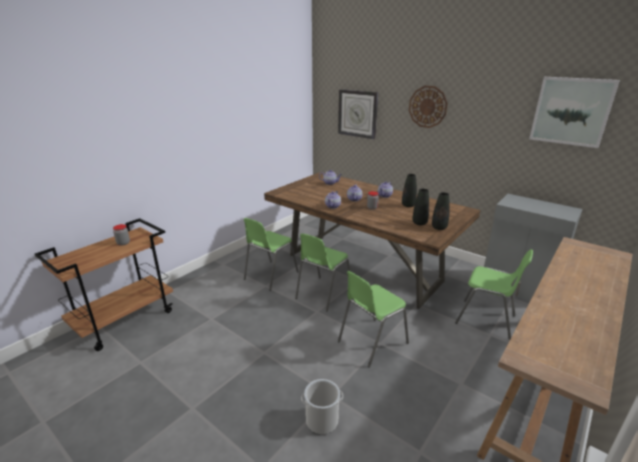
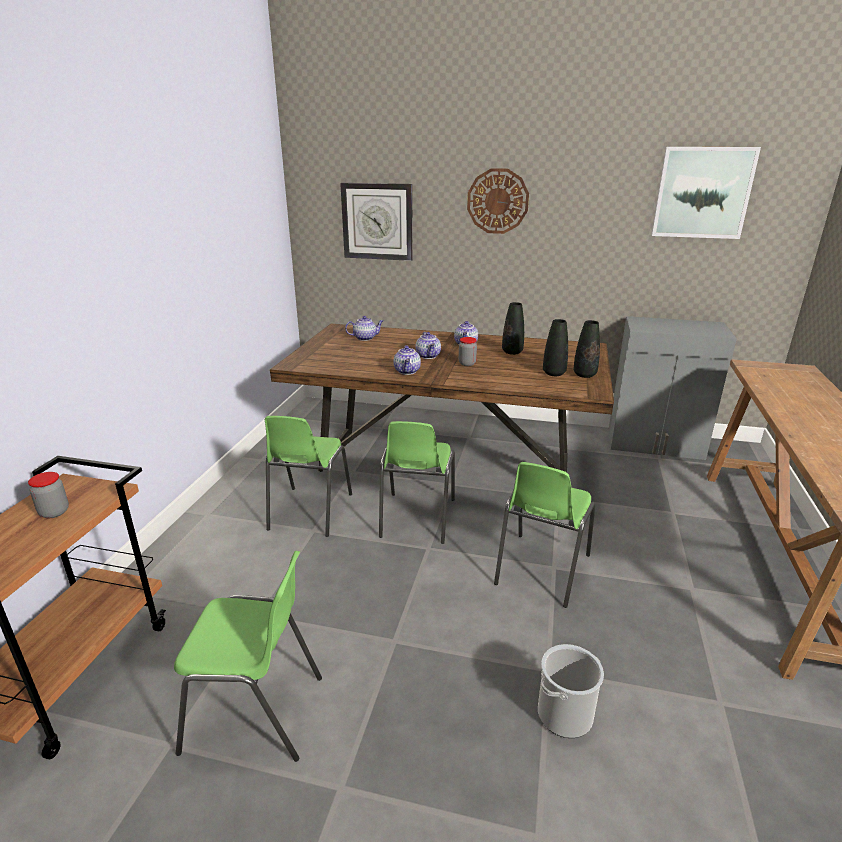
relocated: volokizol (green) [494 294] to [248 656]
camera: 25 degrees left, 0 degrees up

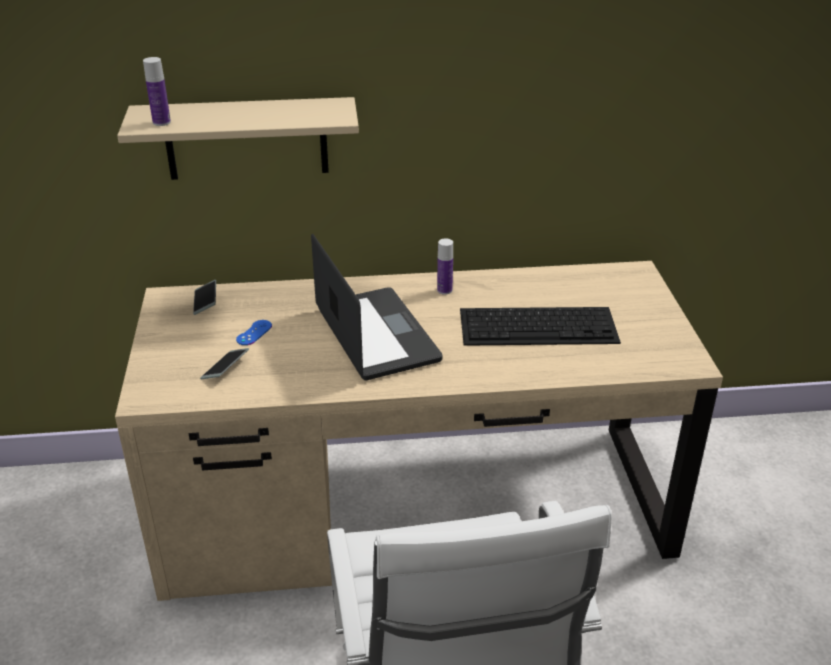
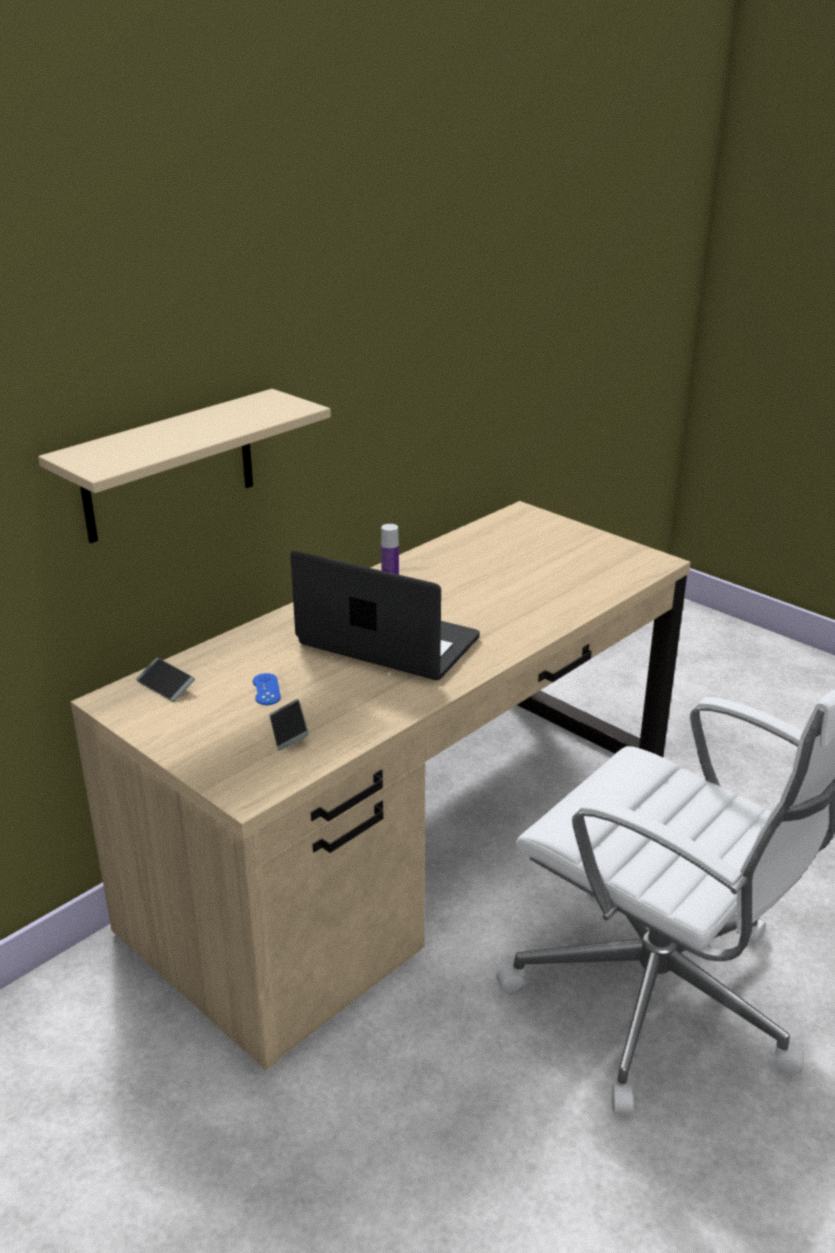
missing: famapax [157 91]; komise [540 326]
camera: 40 degrees left, 5 degrees down

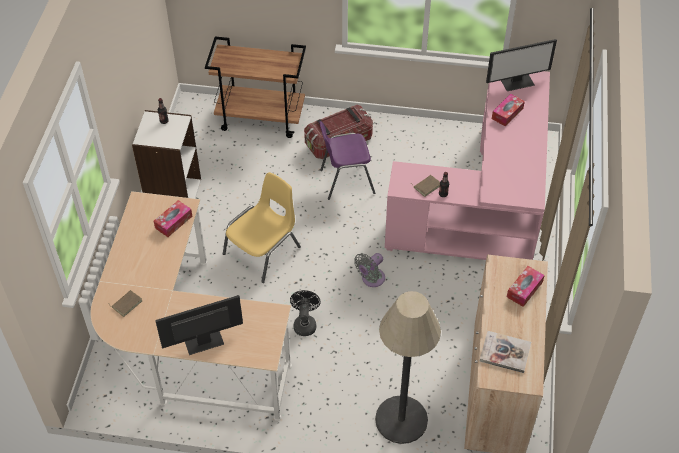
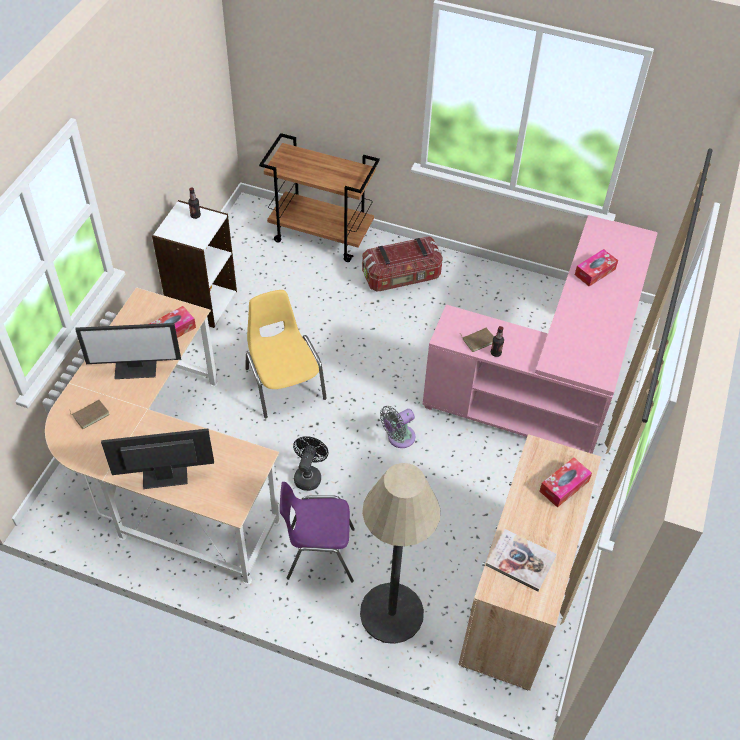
relocated: volokizol (purple) [347 160] to [317 532]; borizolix [521 65] to [128 351]
spun: volokizol (yellow) [262 227] = [286 354] 75 degrees counterclockwise
camera: 10 degrees right, 0 degrees up

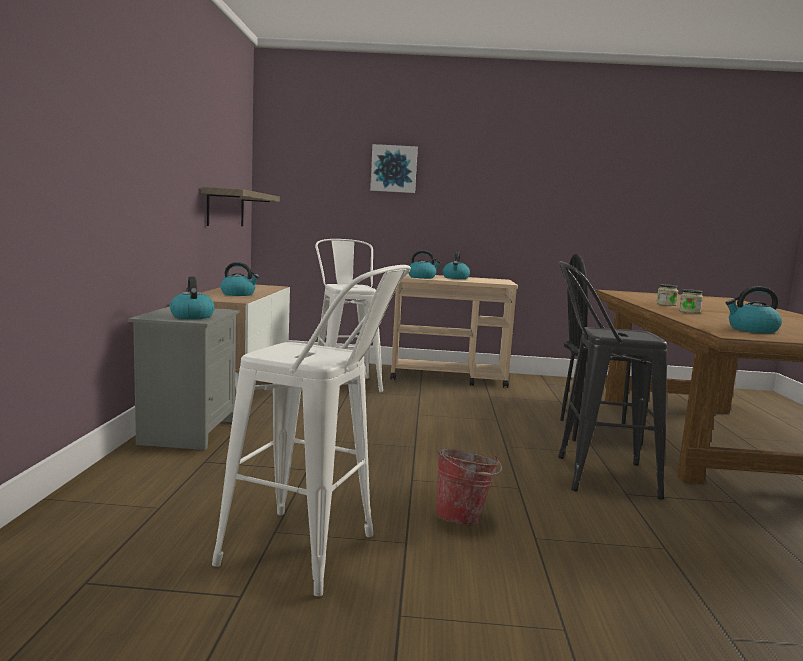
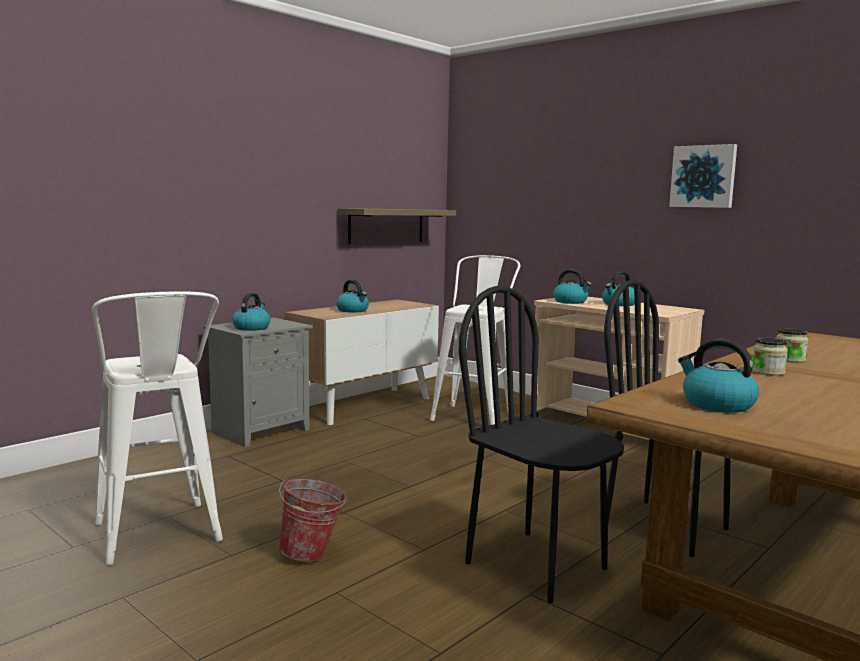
relocated: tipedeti [394 168] to [703 176]
exchanged: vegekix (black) [612 380] to volokizol (black) [541 444]
camera: 40 degrees right, 0 degrees up

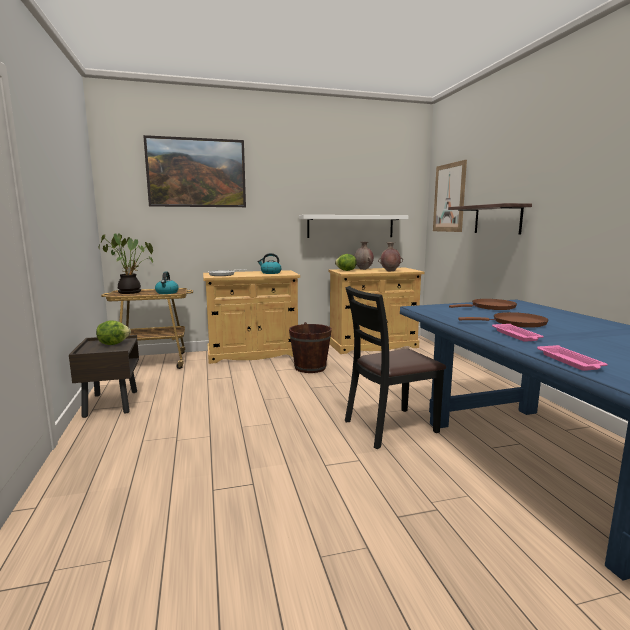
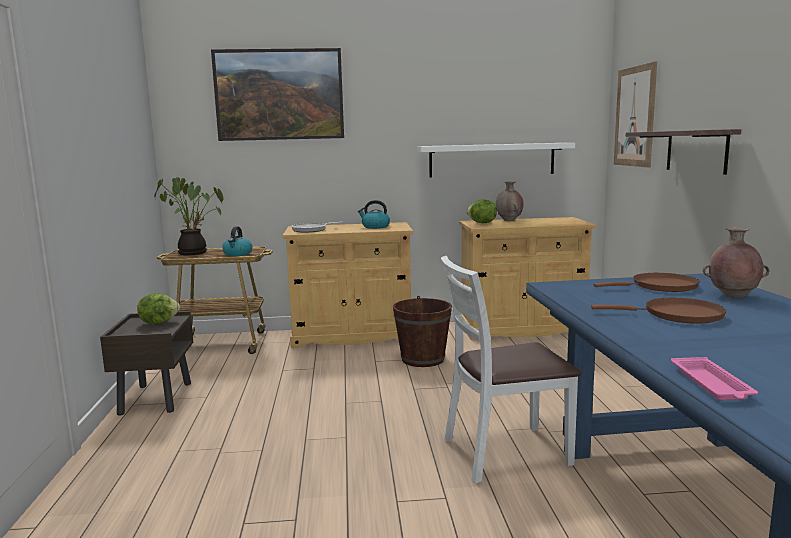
missing: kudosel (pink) [518 333]
relocated: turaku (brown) [390 256] to [736 262]
colour: volokizol (black) [395 367] to volokizol (white) [511 370]
camera: 10 degrees right, 0 degrees up

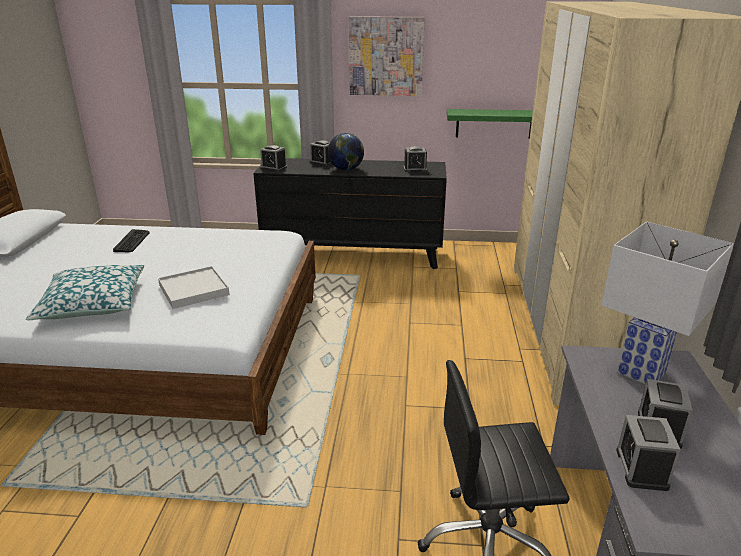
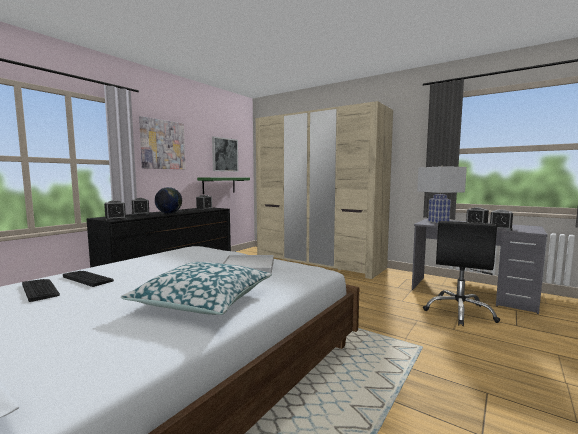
appeared: komise [41 290]; tipedeti [225 154]
camera: 60 degrees left, 20 degrees down

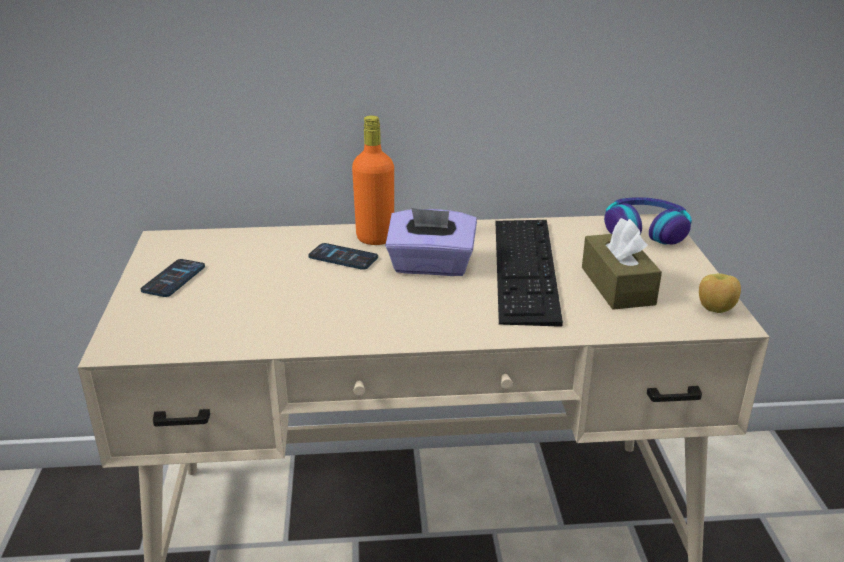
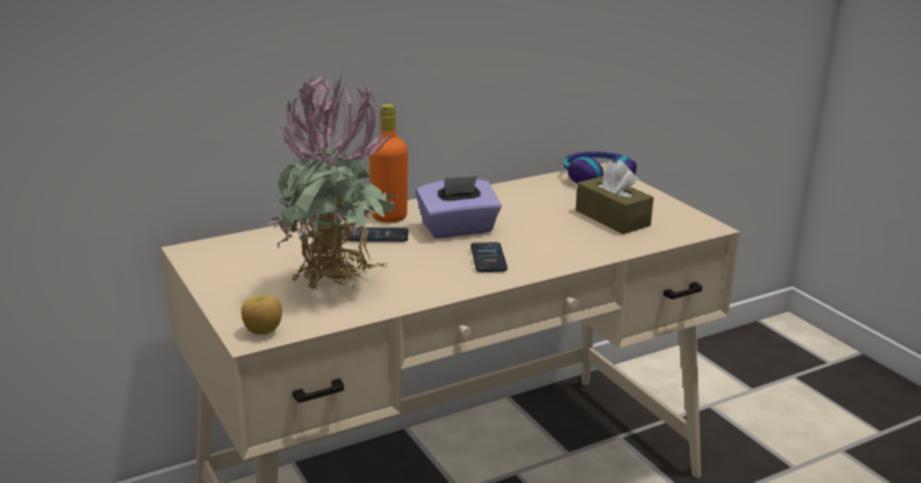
missing: komise [529 273]
appeared: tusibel [334 180]
relocated: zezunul [173 278] to [489 257]; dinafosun [720 293] to [261 315]
camera: 25 degrees left, 5 degrees down

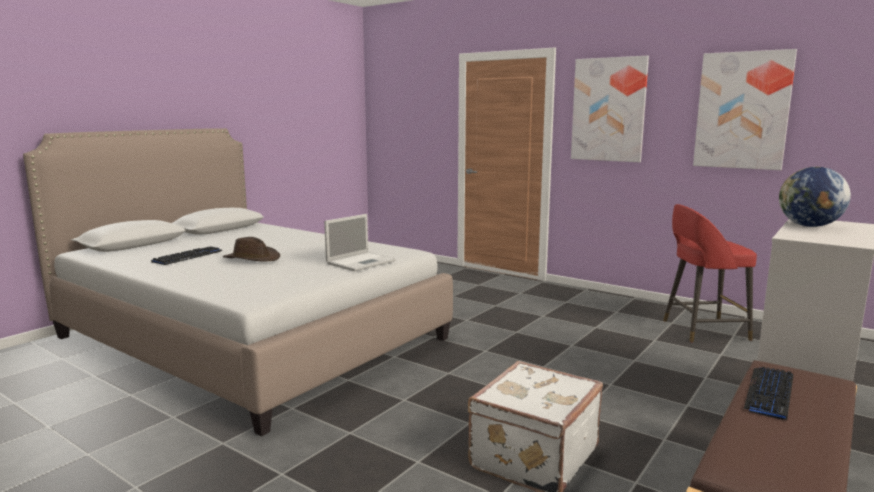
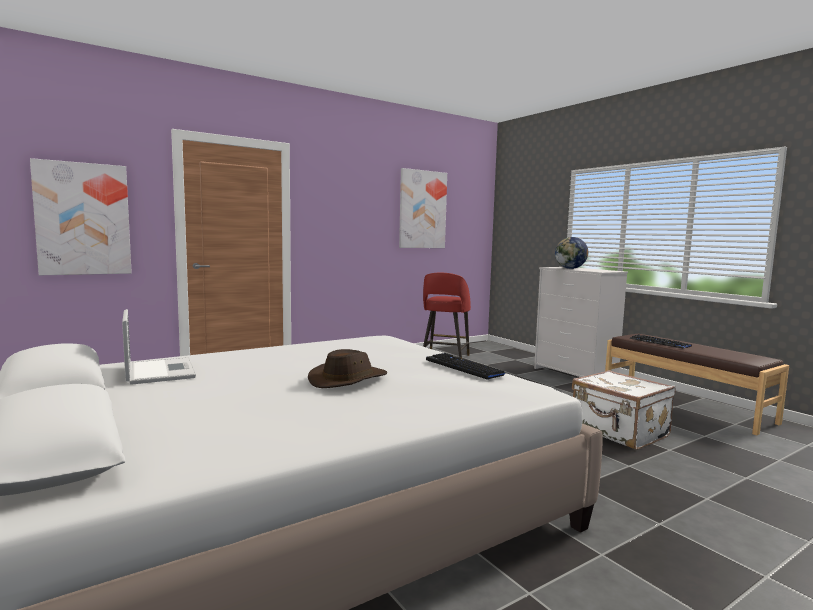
relocated: komise [187 255] to [465 366]; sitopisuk [360 242] to [159 347]; tipedeti [610 109] to [81 216]
camera: 70 degrees left, 5 degrees down

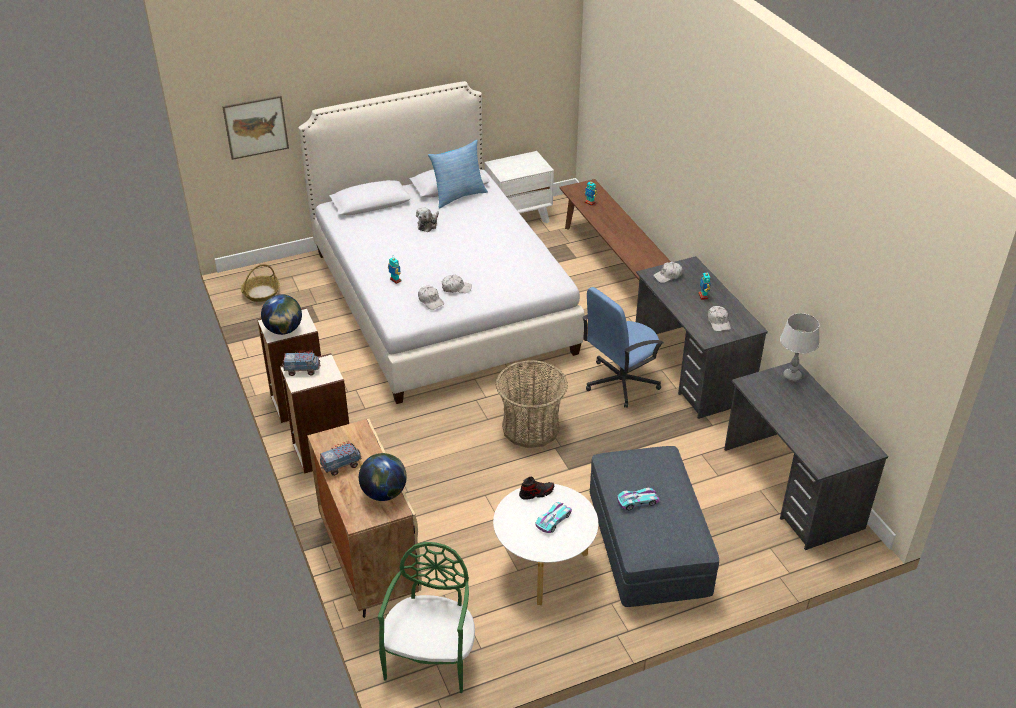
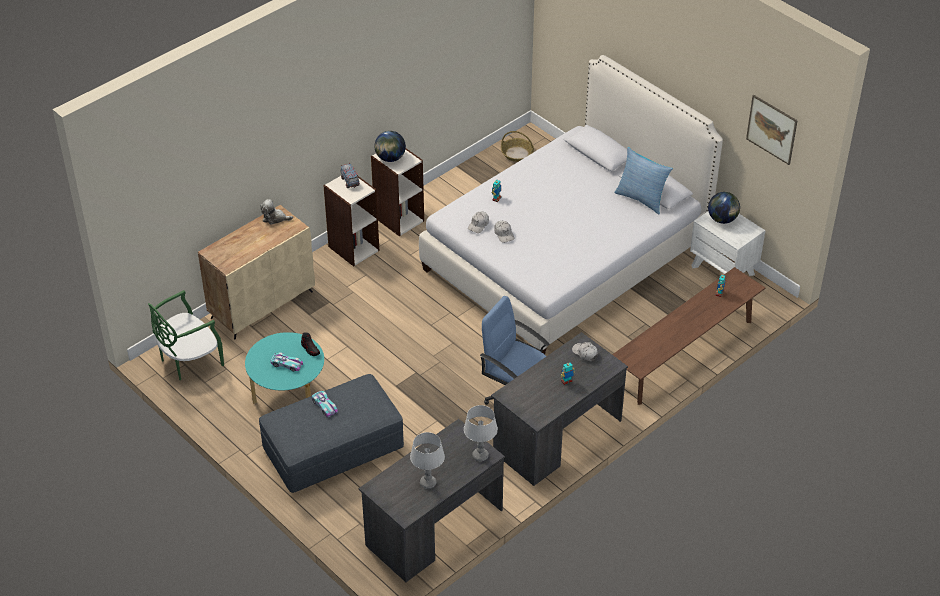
missing: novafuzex [340 458]; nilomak [532 404]; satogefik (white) [719 318]
appeared: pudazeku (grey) [427 460]
relocated: tipedeti [255 127] to [772 130]; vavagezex [383 477] to [724 208]; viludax [427 219] to [276 212]
colour: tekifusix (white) [545 544] to tekifusix (turquoise) [284 368]
spun: volokizol (green) [426 617] = [186 335] 150 degrees clockwise
camera: 70 degrees right, 5 degrees up

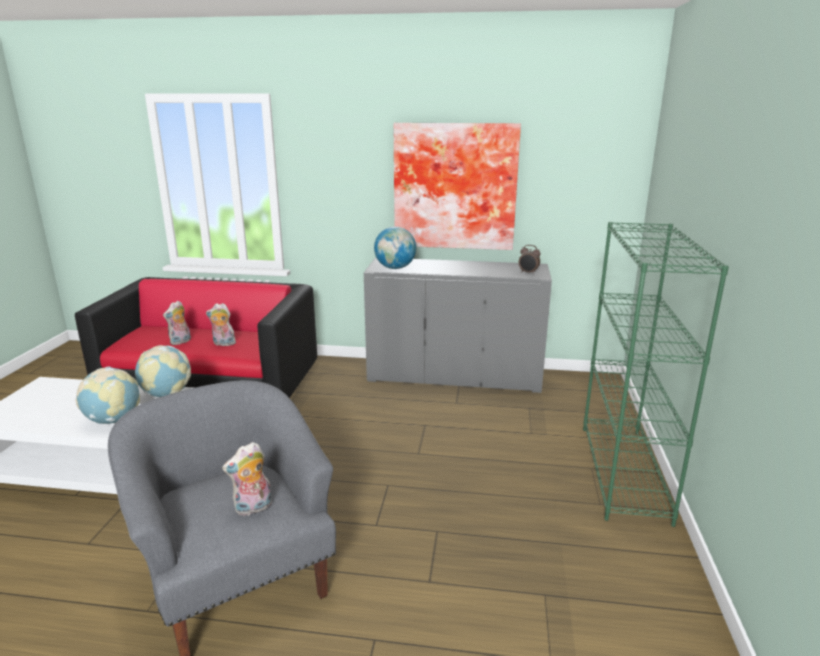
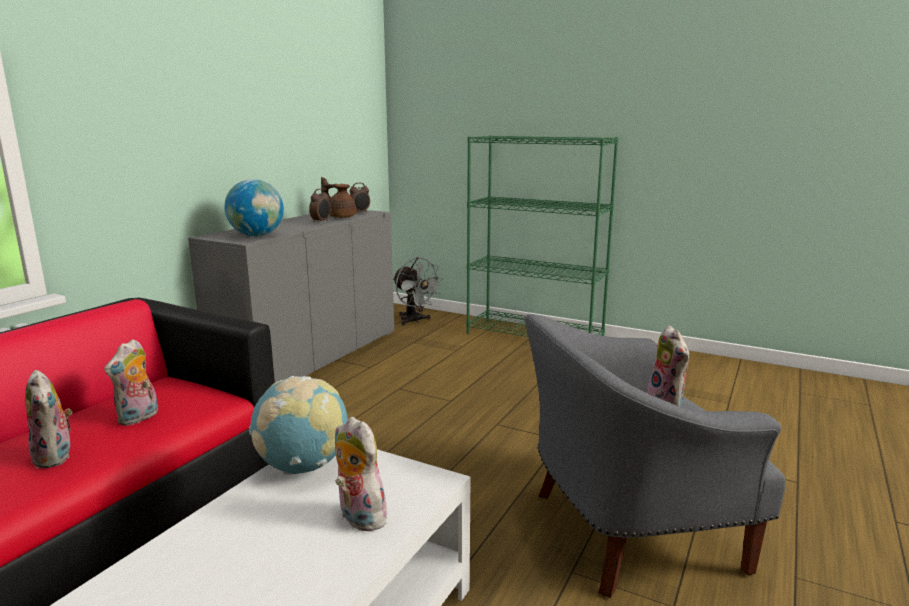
missing: tipedeti [457 186]
appeared: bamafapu [319 206]; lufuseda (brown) [339 197]; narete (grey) [418 291]
exchanged: vavagezex [108 395] to viludax [361 474]
camera: 70 degrees left, 5 degrees down

